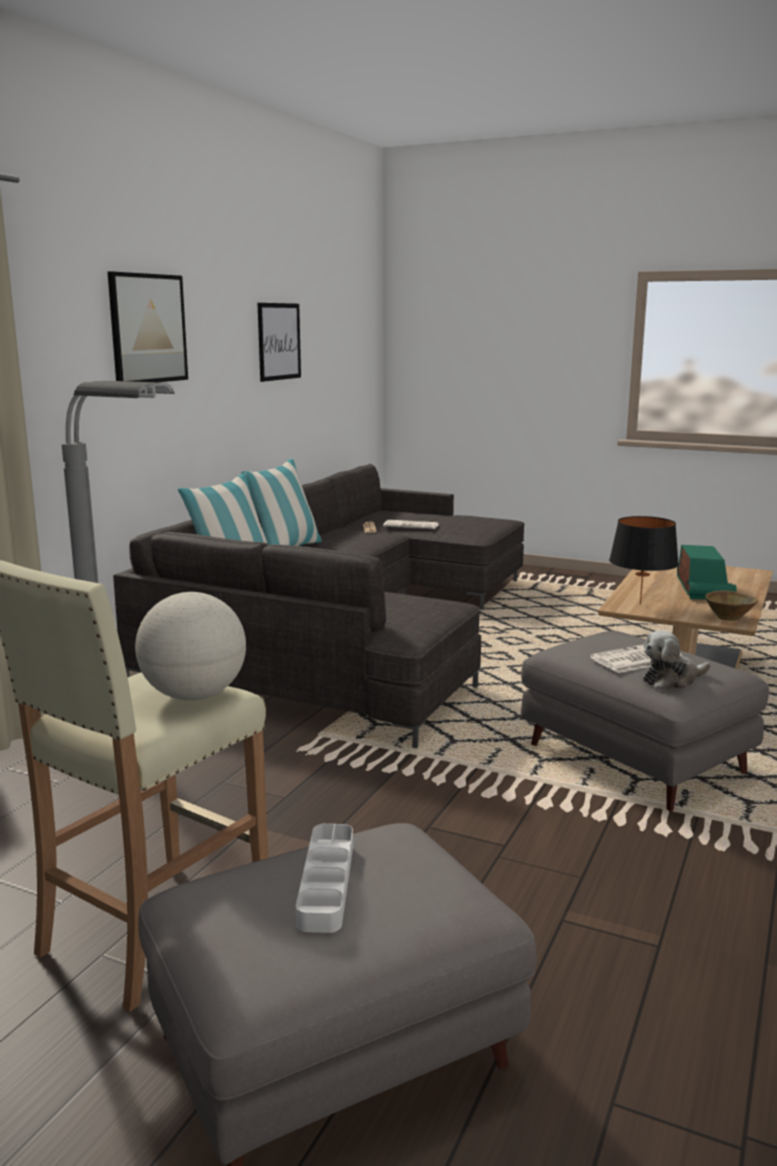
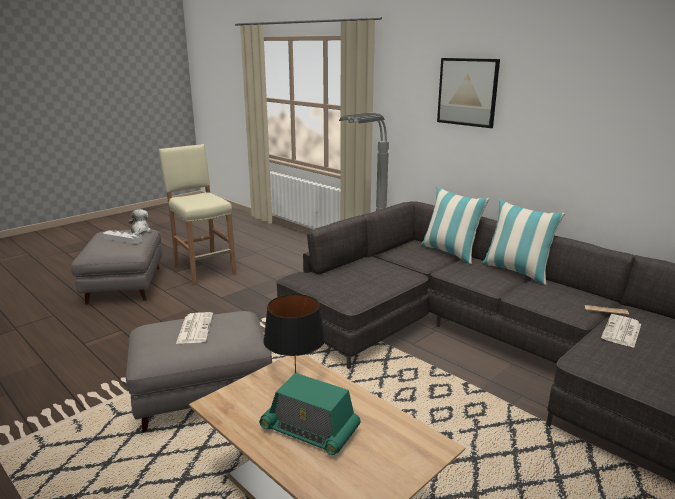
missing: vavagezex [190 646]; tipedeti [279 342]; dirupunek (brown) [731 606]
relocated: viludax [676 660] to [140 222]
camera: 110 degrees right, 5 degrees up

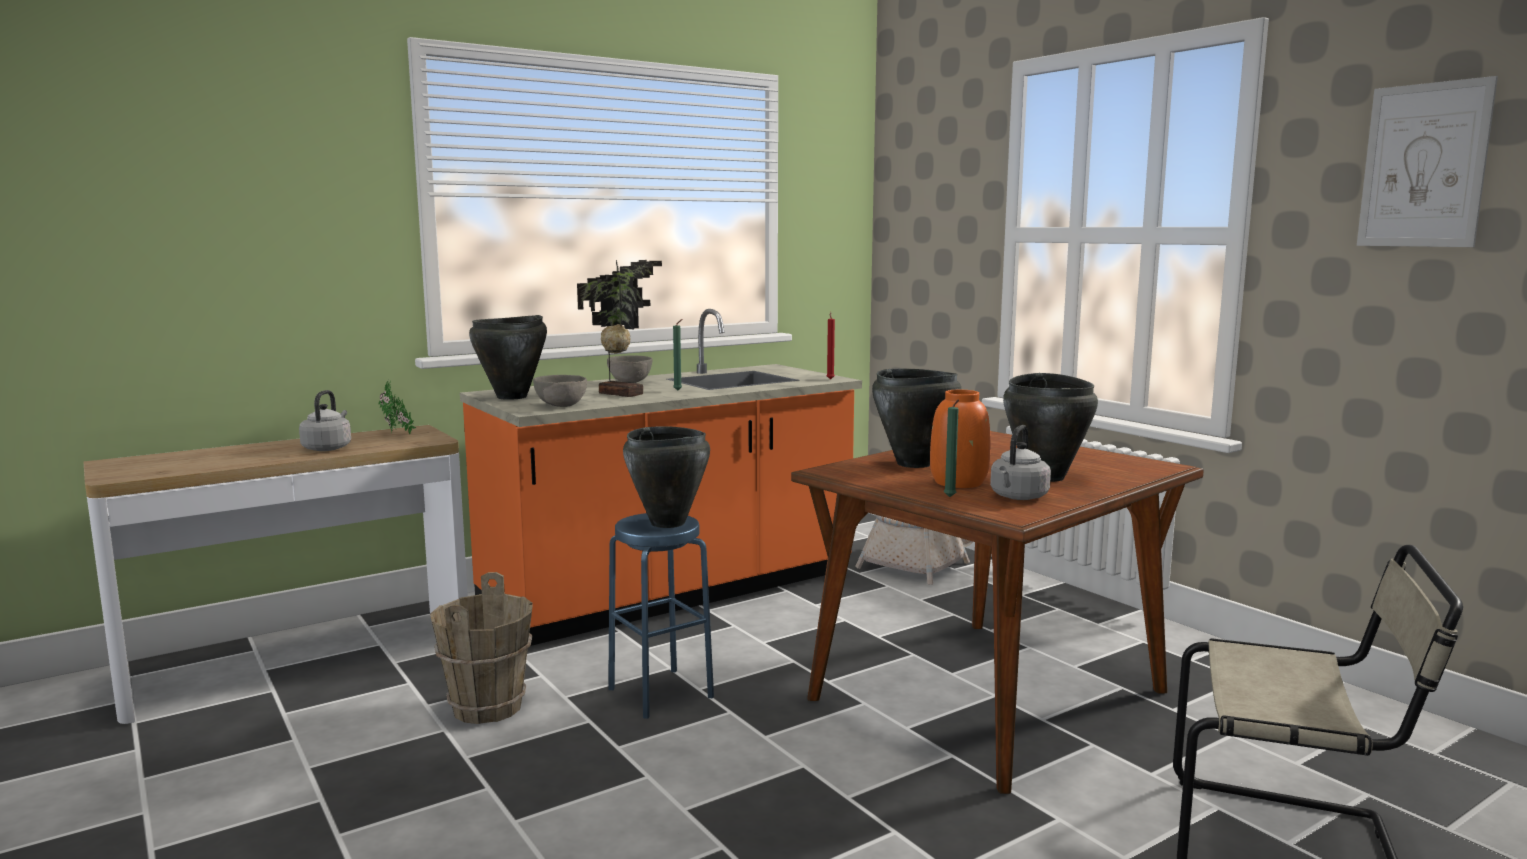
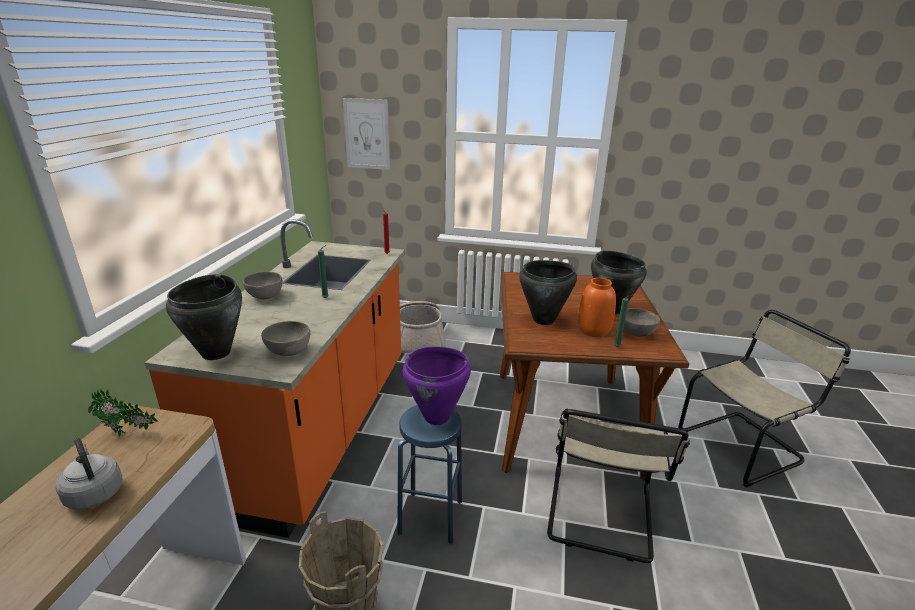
missing: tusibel [619 328]
appeared: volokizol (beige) [618 486]
relocated: tipedeti [1427 161] to [366 134]
exchanged: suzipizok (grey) [1020 462] to dirupunek (grey) [642 322]
colour: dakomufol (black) [666 477] to dakomufol (purple) [436 385]
camera: 45 degrees left, 15 degrees up

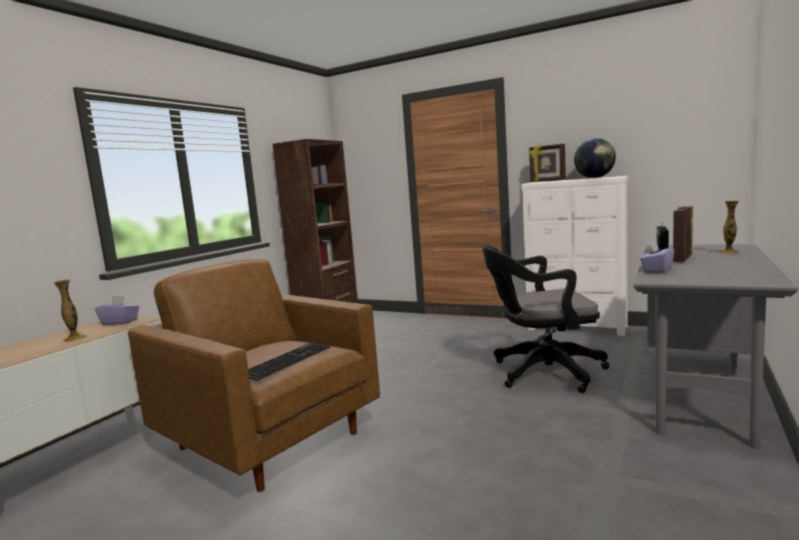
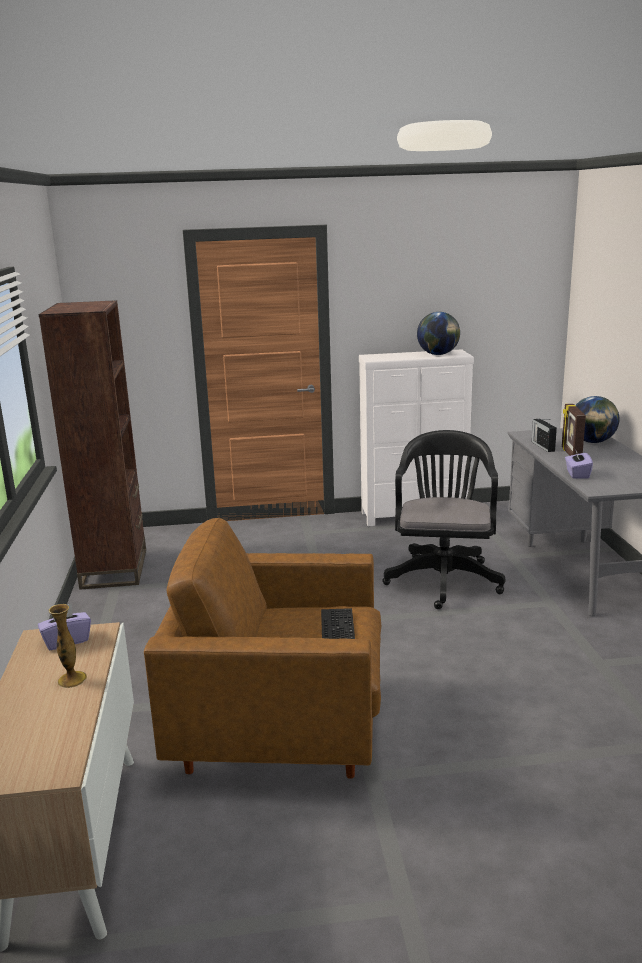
missing: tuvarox [547 163]
exchanged: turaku [728 227] to vavagezex [598 419]
spun: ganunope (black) [546 319] = [443 519] 135 degrees clockwise
camera: 35 degrees left, 10 degrees up

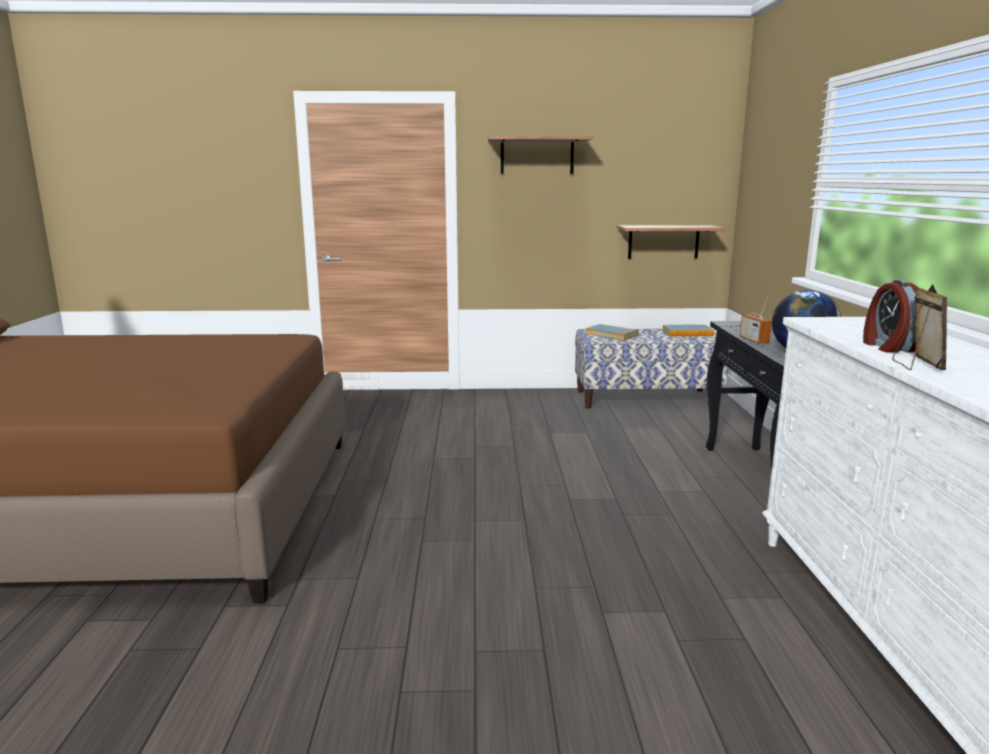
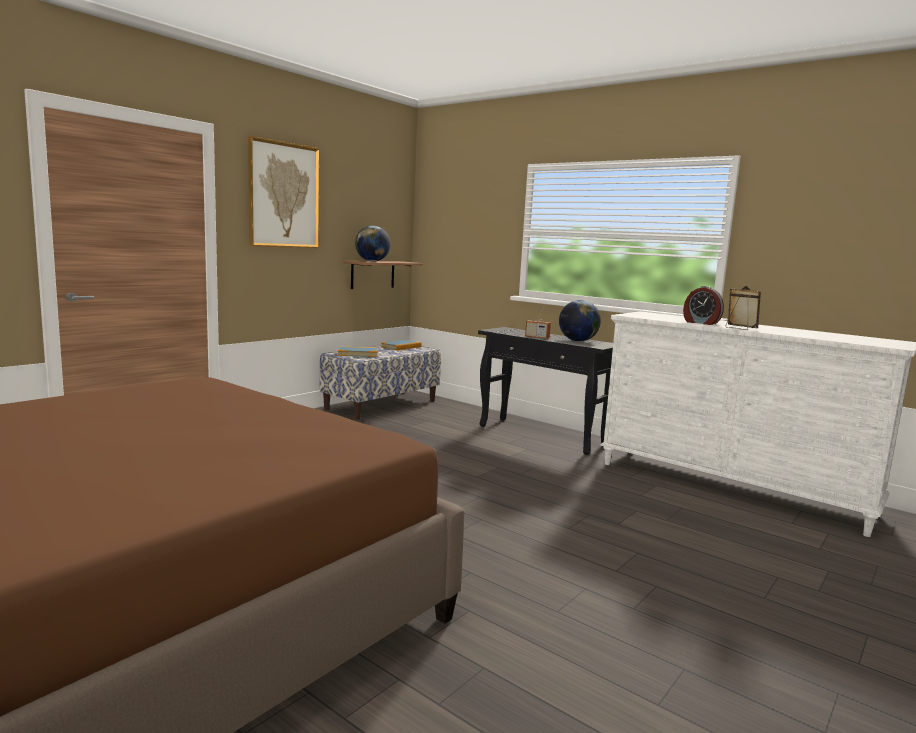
appeared: vavagezex [373 243]
exchanged: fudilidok [540 155] to tipedeti [284 192]
camera: 50 degrees left, 5 degrees down

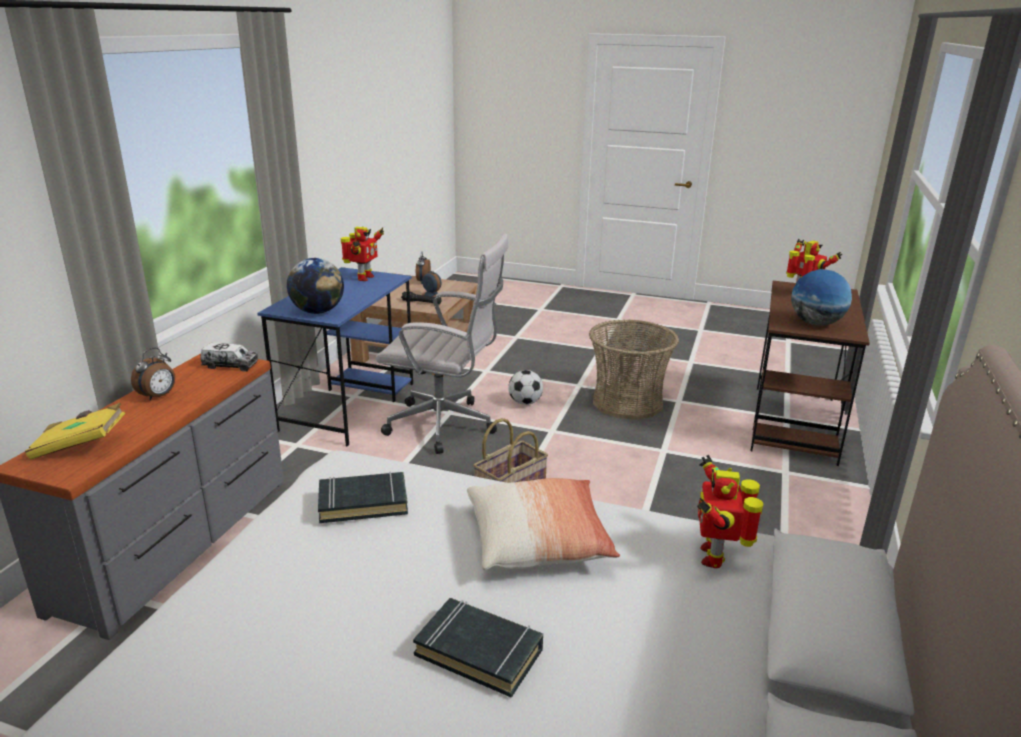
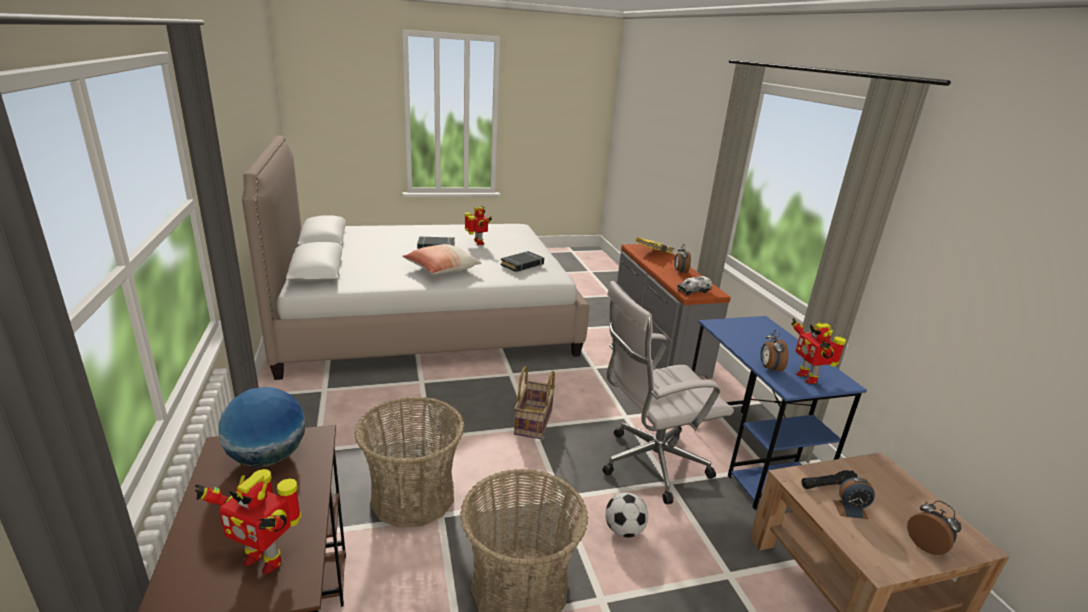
missing: vavagezex [315 286]
appeared: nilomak [409 462]; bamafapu [774 351]
relocated: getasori [730 511] to [478 225]
camera: 145 degrees right, 0 degrees up

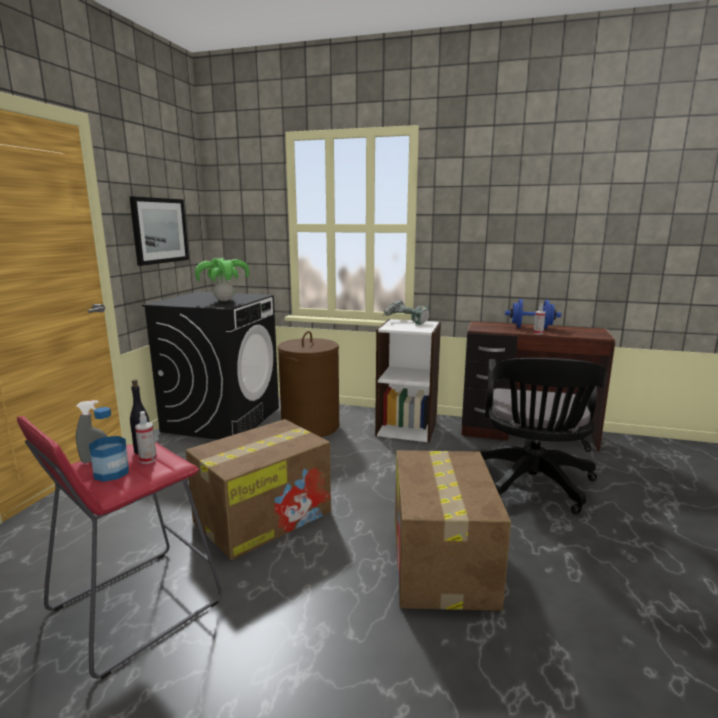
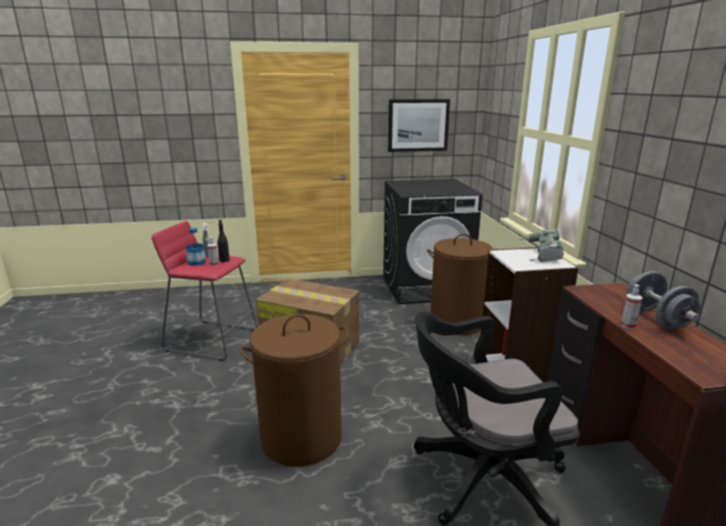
missing: tusibel [222 279]
exchanged: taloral [453 530] to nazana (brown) [294 390]
colour: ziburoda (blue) [533 314] to ziburoda (grey) [663 300]
camera: 65 degrees right, 5 degrees up

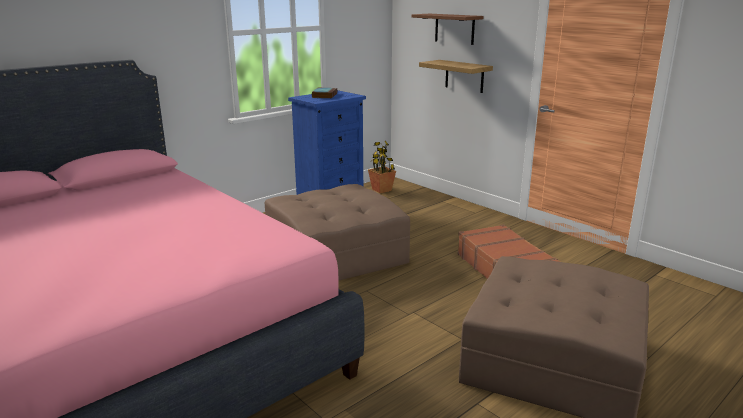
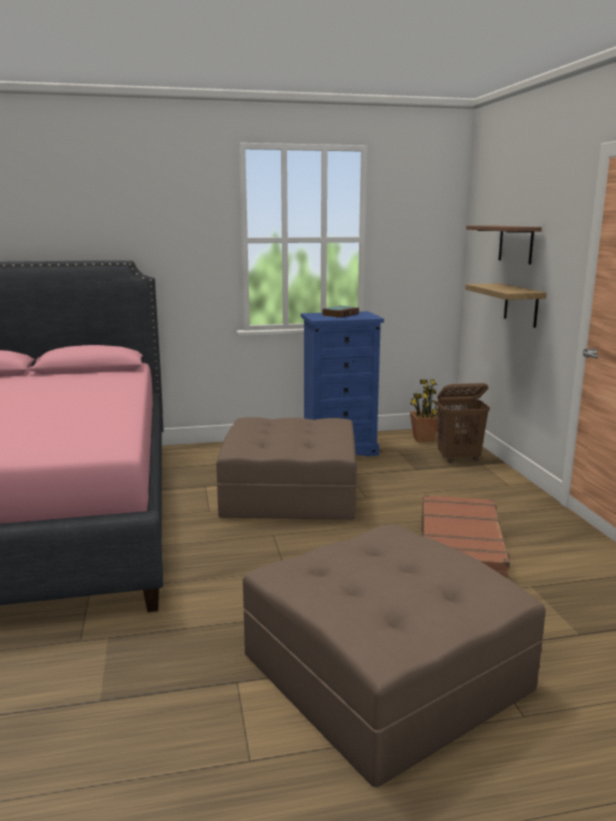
appeared: nazana (brown) [463 423]
camera: 30 degrees right, 5 degrees down

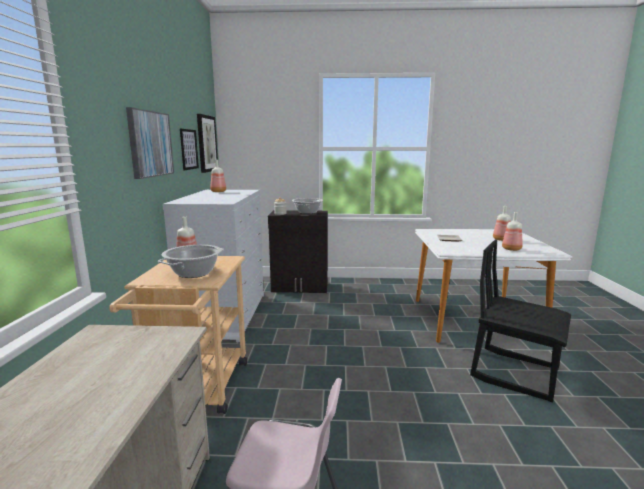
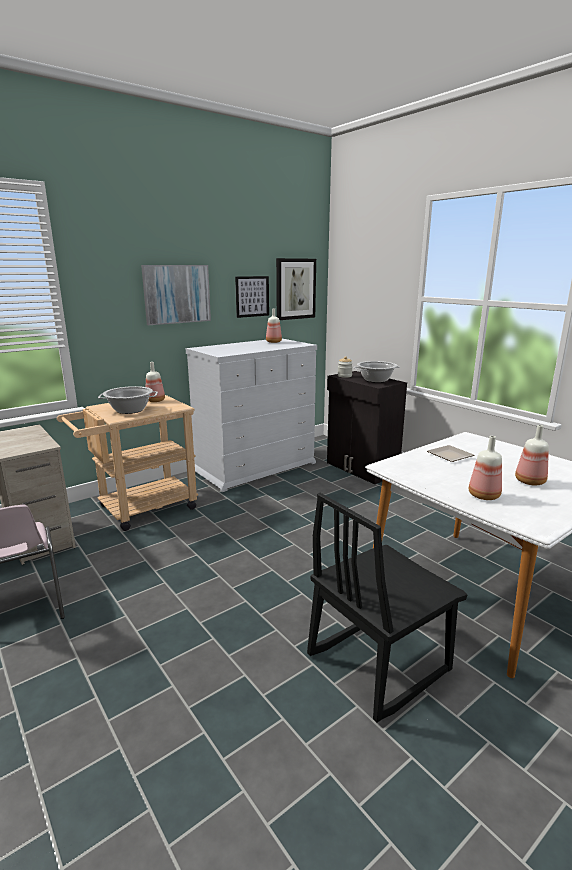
spun: volokizol (black) [520 321] = [387 608] 120 degrees counterclockwise
camera: 50 degrees right, 5 degrees up

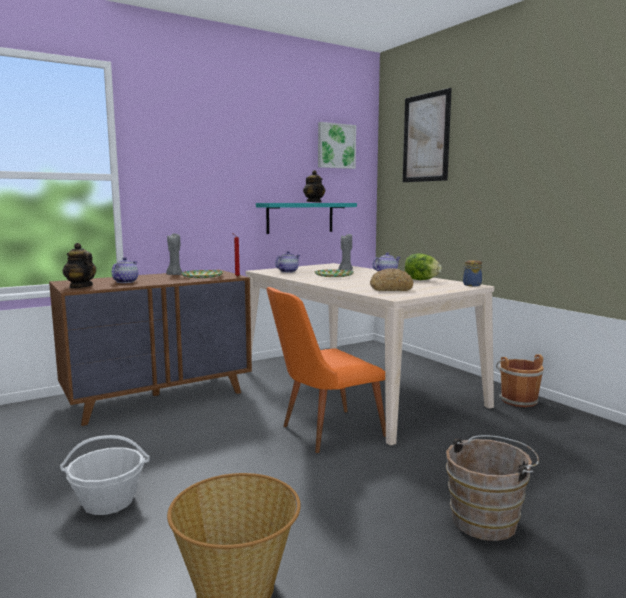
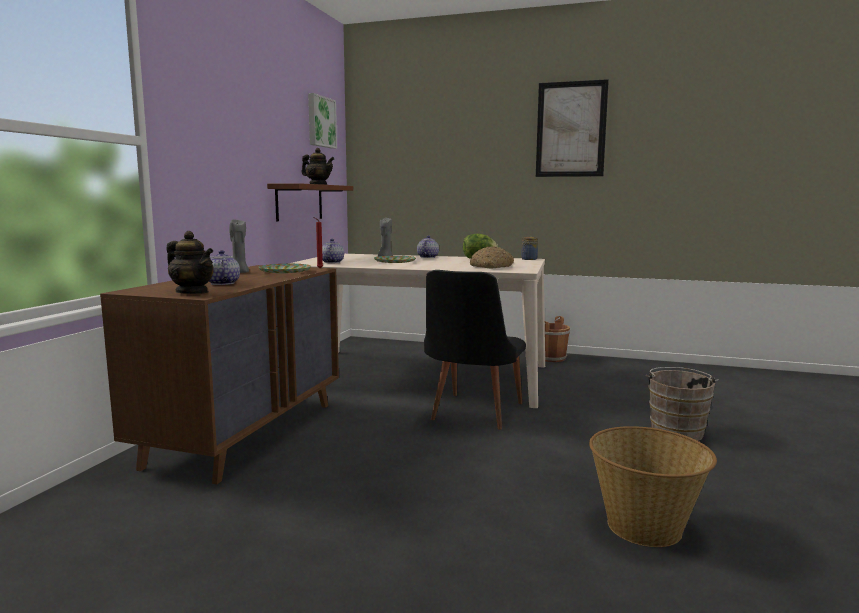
missing: nilomak [105 475]
relocated: tipedeti [427 135] to [572 128]
colour: fudilidok (turquoise) [306 218] to fudilidok (brown) [310 202]; volokizol (orange) [326 370] to volokizol (black) [475 350]
spun: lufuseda [79 265] = [190 262] 150 degrees counterclockwise
camera: 40 degrees left, 0 degrees up

